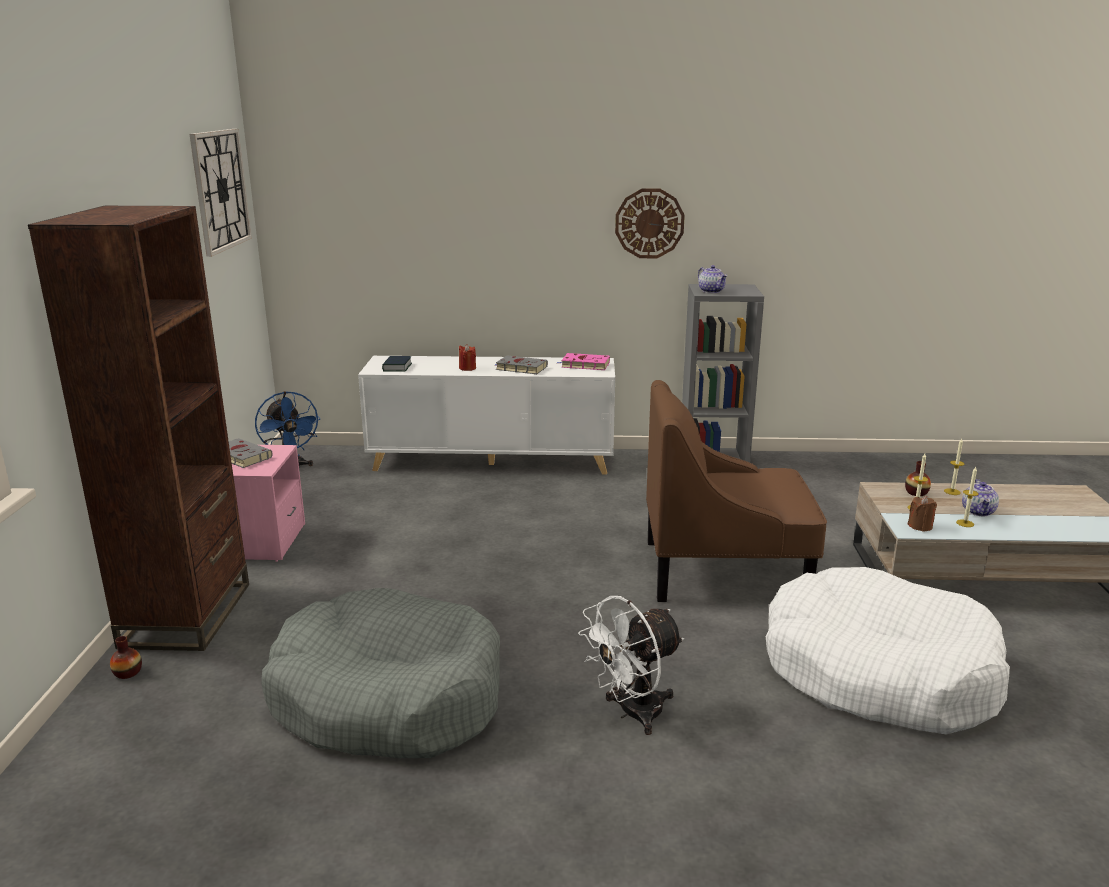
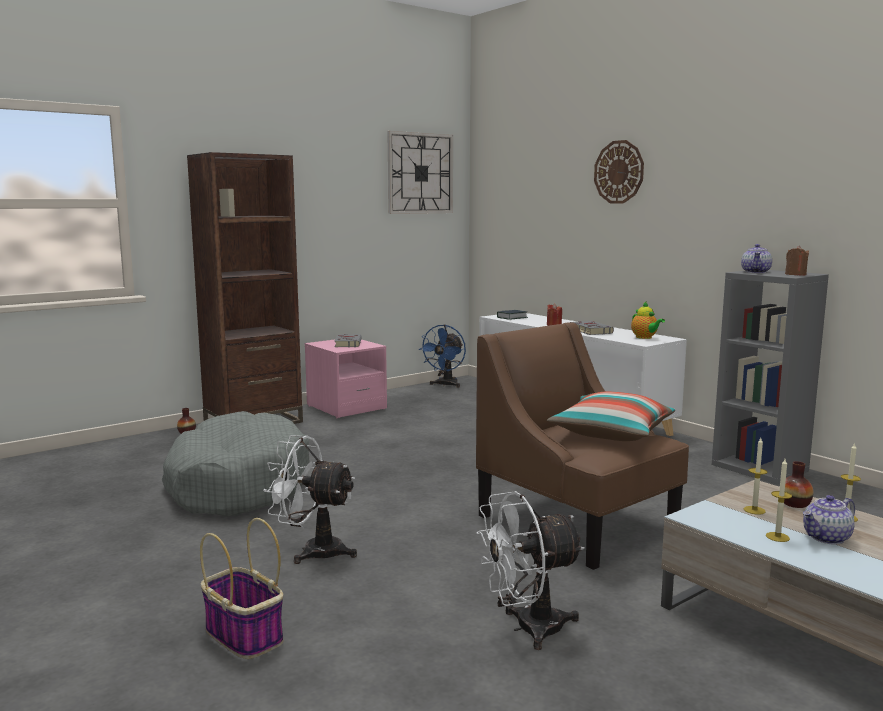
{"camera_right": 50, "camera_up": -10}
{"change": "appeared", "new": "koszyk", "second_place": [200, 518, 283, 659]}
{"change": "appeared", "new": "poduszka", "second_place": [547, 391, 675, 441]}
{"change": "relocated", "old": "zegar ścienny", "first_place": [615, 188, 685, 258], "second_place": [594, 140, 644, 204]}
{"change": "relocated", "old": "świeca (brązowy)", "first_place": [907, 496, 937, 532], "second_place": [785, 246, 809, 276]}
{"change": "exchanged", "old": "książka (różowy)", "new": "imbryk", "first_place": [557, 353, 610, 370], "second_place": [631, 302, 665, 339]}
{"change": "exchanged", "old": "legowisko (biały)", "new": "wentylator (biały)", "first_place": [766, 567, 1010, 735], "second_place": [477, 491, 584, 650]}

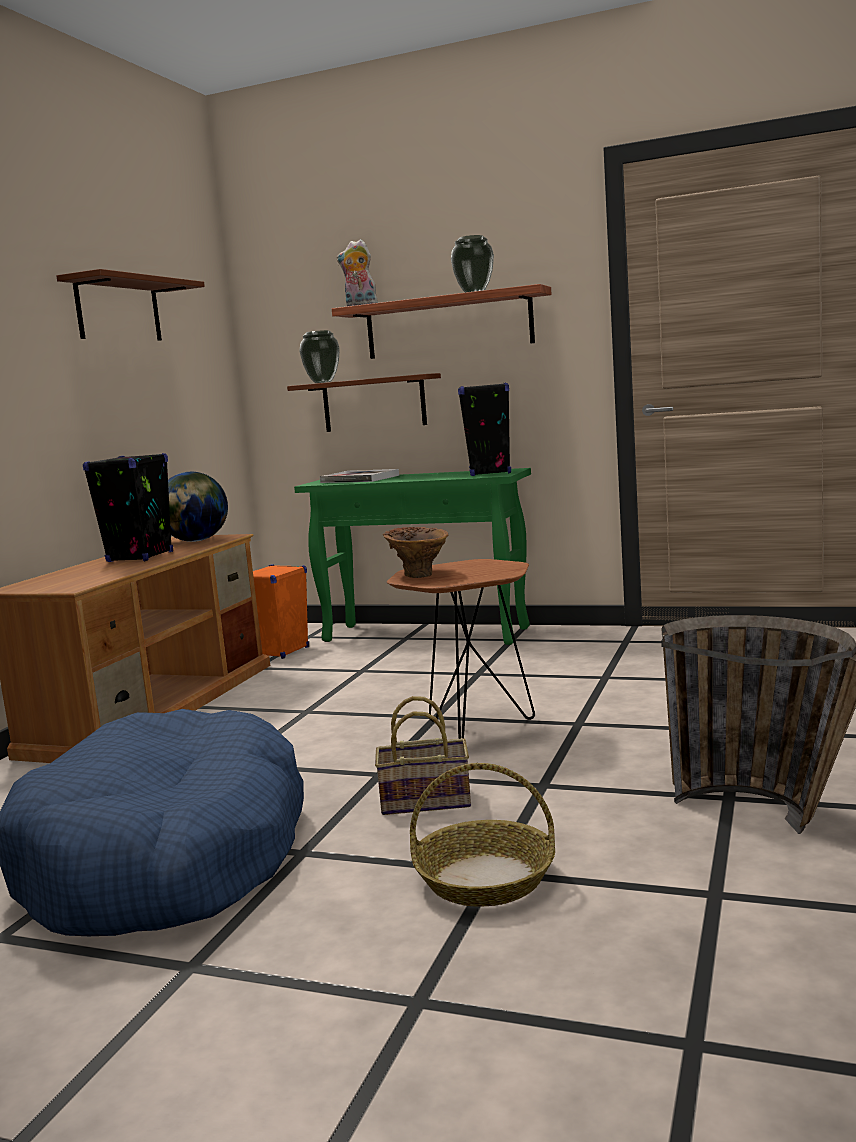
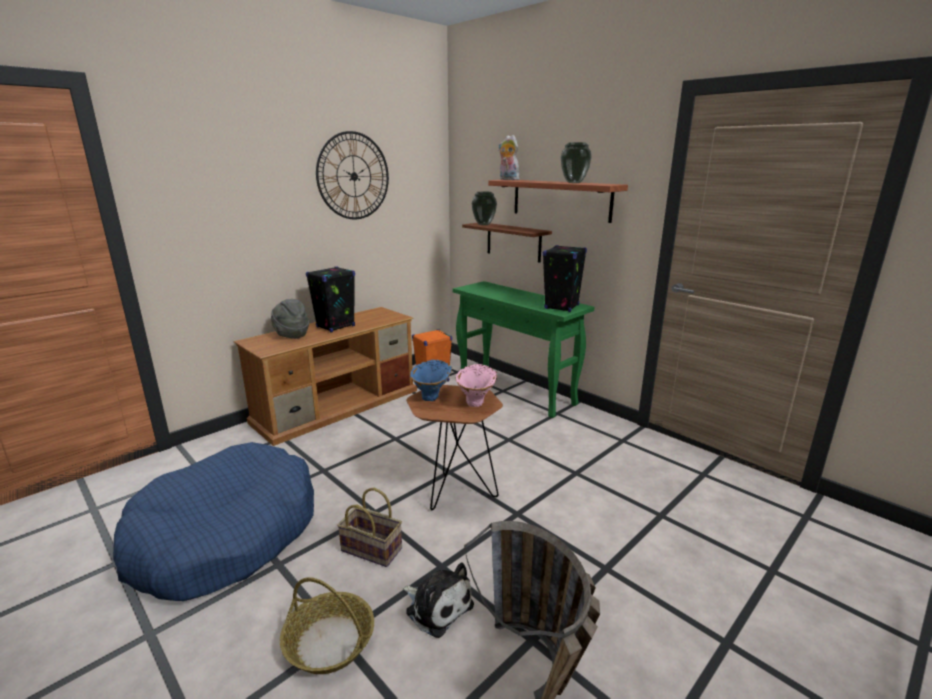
{"camera_right": 25, "camera_up": 10}
{"change": "missing", "old": "globus", "first_place": [168, 472, 228, 542]}
{"change": "missing", "old": "książka", "first_place": [320, 469, 399, 483]}
{"change": "appeared", "new": "kapelusz (szary)", "second_place": [271, 299, 309, 339]}
{"change": "appeared", "new": "pluszak", "second_place": [403, 563, 474, 638]}
{"change": "appeared", "new": "wazon (różowy)", "second_place": [456, 364, 497, 407]}
{"change": "exchanged", "old": "półka (brązowy)", "new": "zegar ścienny", "first_place": [56, 269, 205, 341], "second_place": [316, 131, 389, 220]}
{"change": "colour", "old": "wazon (brązowy)", "new": "wazon (niebieski)", "first_place": [383, 527, 448, 578], "second_place": [410, 360, 452, 401]}

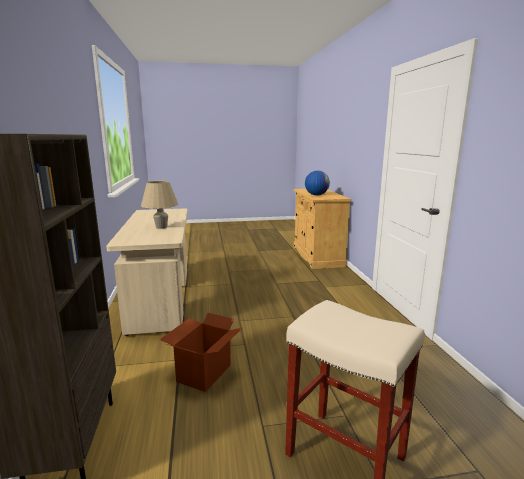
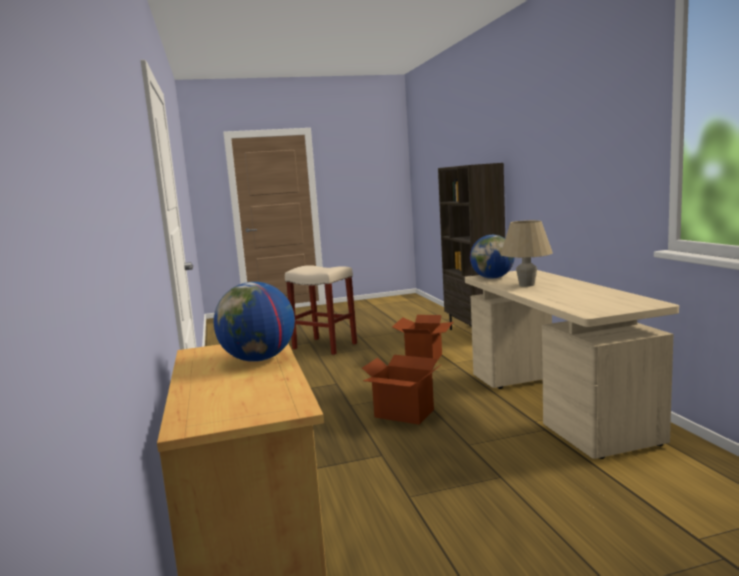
{"camera_right": 175, "camera_up": -5}
{"change": "appeared", "new": "karton", "second_place": [362, 355, 442, 425]}
{"change": "appeared", "new": "globus", "second_place": [470, 235, 515, 279]}

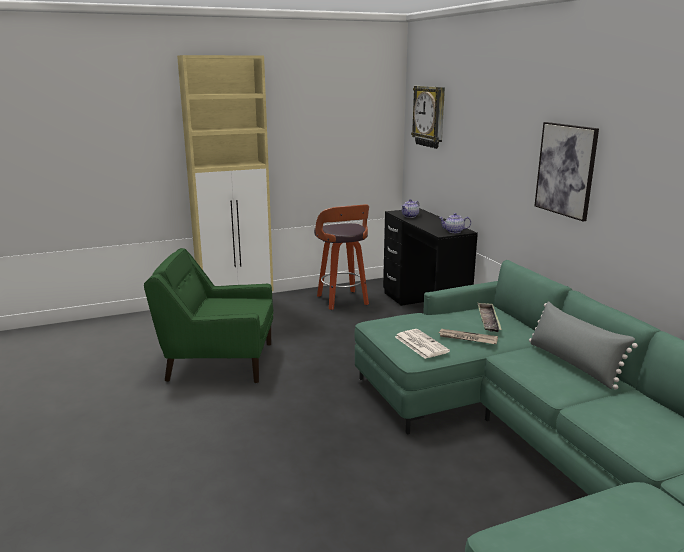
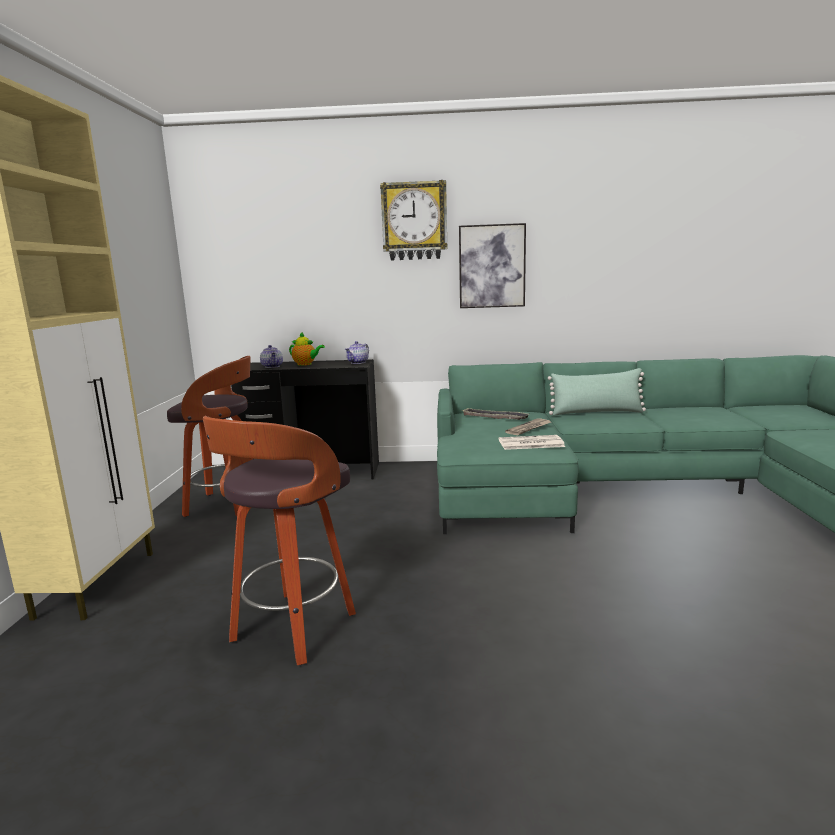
{"camera_right": -65, "camera_up": -5}
{"change": "appeared", "new": "imbryk", "second_place": [289, 332, 325, 366]}
{"change": "relocated", "old": "zegar ścienny", "first_place": [411, 86, 445, 149], "second_place": [380, 180, 447, 260]}
{"change": "exchanged", "old": "fotel (zielony)", "new": "stołek", "first_place": [144, 248, 274, 383], "second_place": [203, 416, 356, 665]}
{"change": "colour", "old": "poduszka (szary)", "new": "poduszka (zielony)", "first_place": [529, 301, 638, 389], "second_place": [548, 368, 646, 415]}

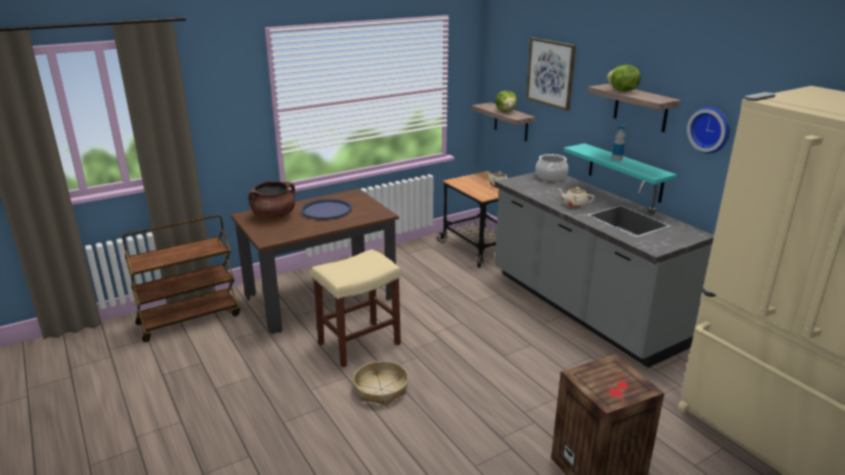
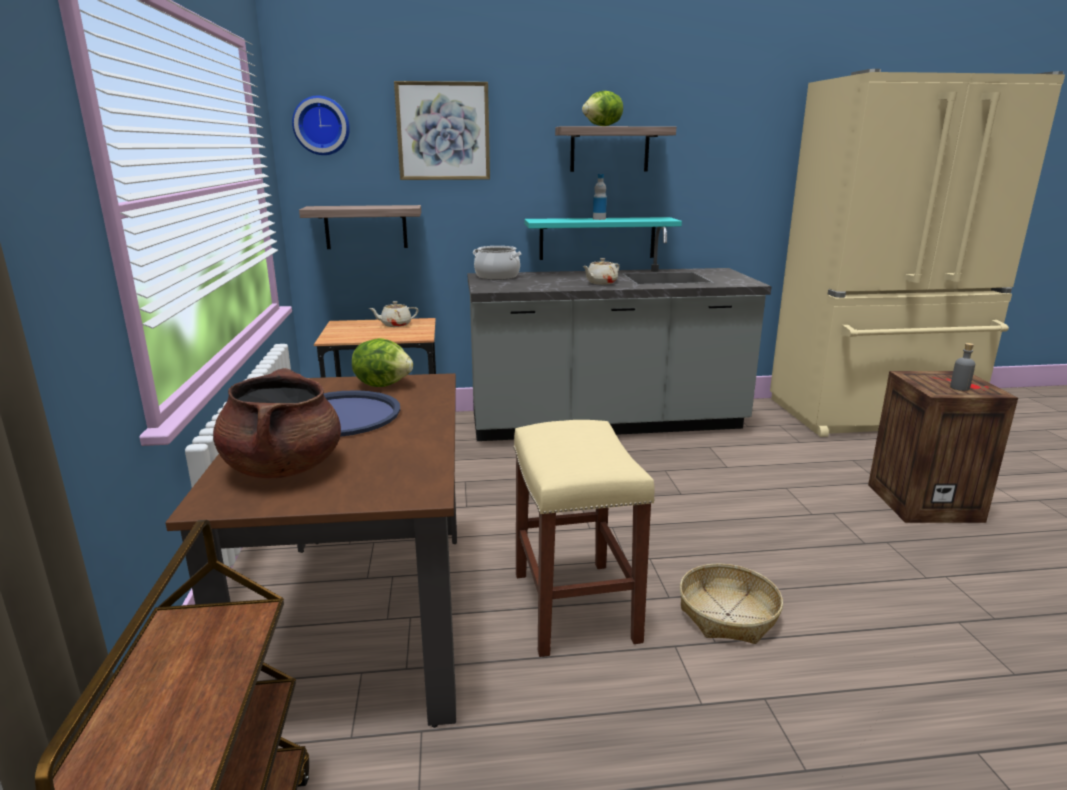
{"camera_right": -65, "camera_up": -5}
{"change": "appeared", "new": "butelka (szary)", "second_place": [950, 343, 975, 391]}
{"change": "relocated", "old": "sałata", "first_place": [495, 91, 518, 112], "second_place": [352, 338, 413, 387]}
{"change": "relocated", "old": "zegar ścienny", "first_place": [687, 106, 730, 153], "second_place": [292, 96, 350, 155]}

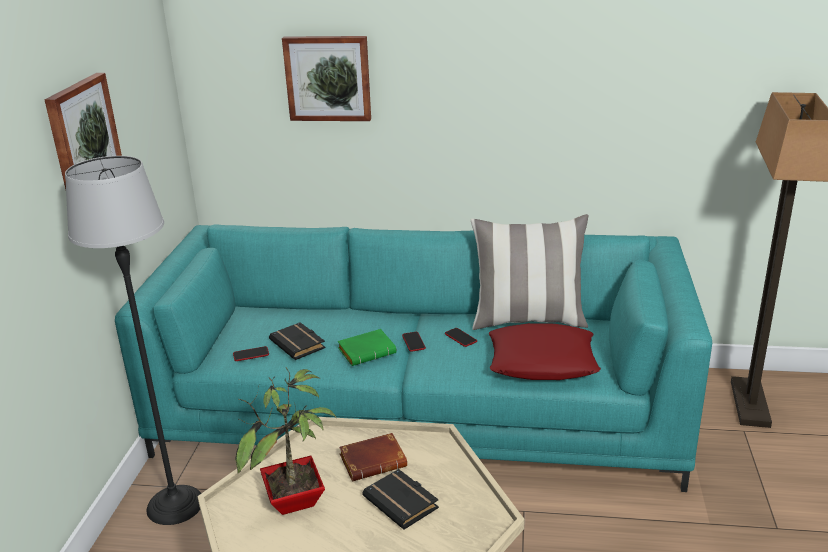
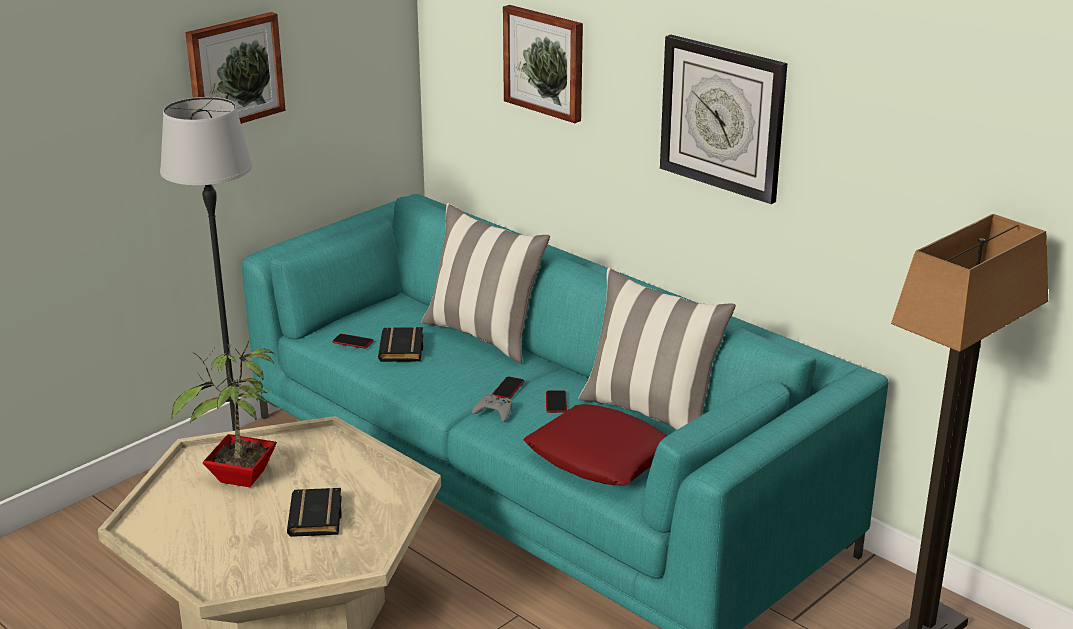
{"camera_right": 35, "camera_up": 0}
{"change": "missing", "old": "książka (zielony)", "first_place": [338, 329, 397, 366]}
{"change": "missing", "old": "książka (brązowy)", "first_place": [339, 433, 407, 481]}
{"change": "appeared", "new": "poduszka", "second_place": [421, 203, 550, 363]}
{"change": "appeared", "new": "pad do gier (szary)", "second_place": [472, 393, 512, 422]}
{"change": "appeared", "new": "zegar ścienny", "second_place": [660, 35, 787, 204]}

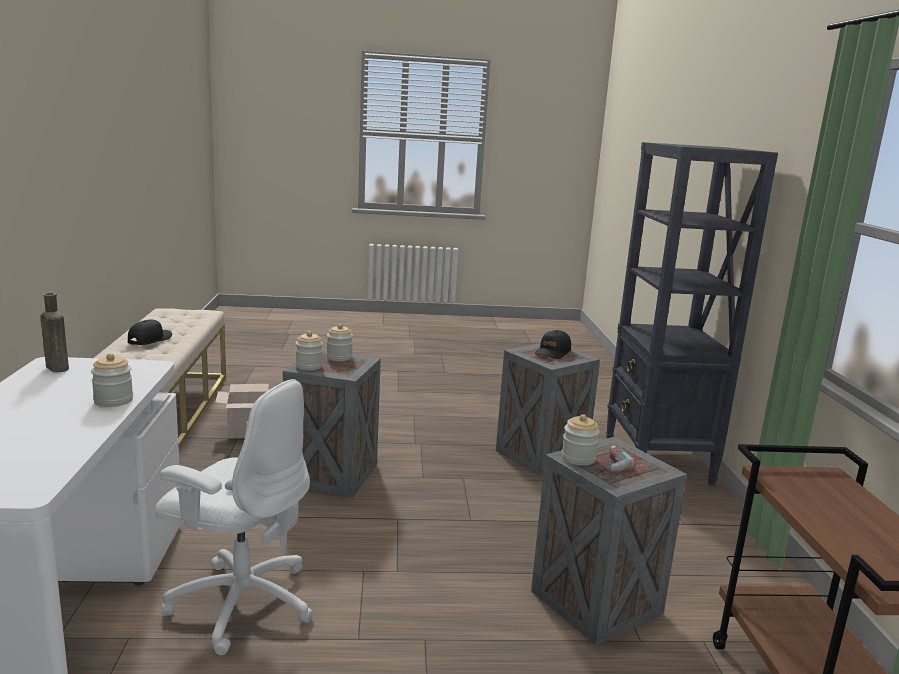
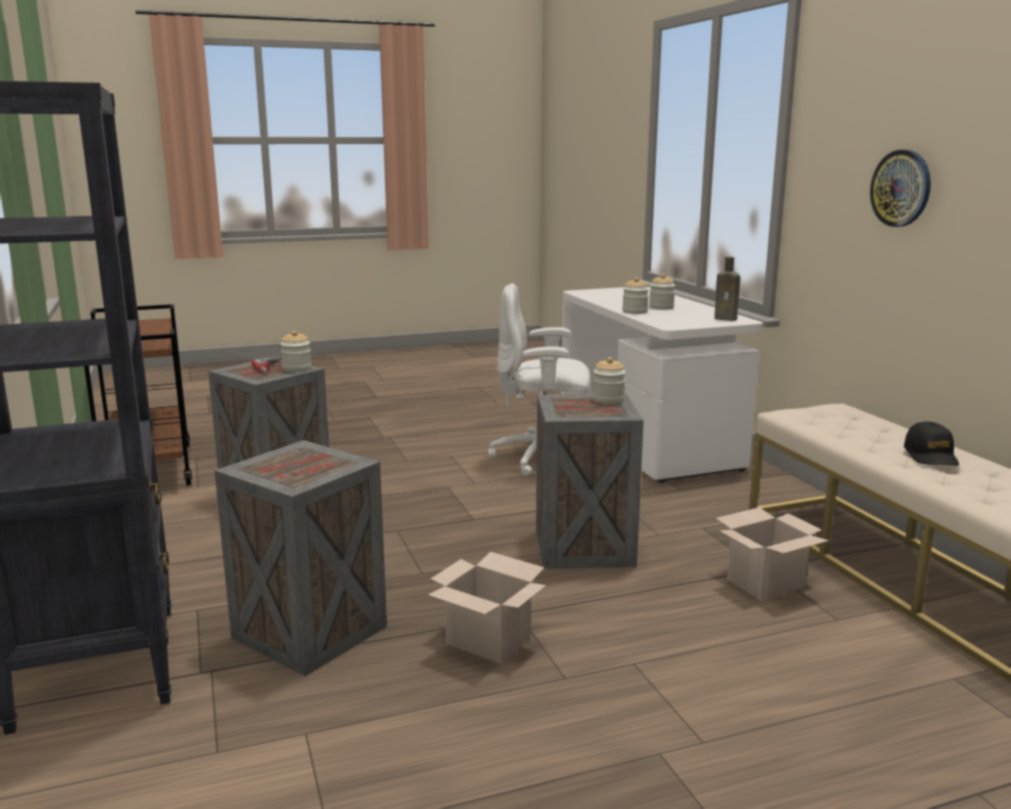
{"camera_right": 165, "camera_up": 0}
{"change": "missing", "old": "czapka z daszkiem (czarny)", "first_place": [535, 330, 571, 359]}
{"change": "appeared", "new": "karton", "second_place": [428, 552, 546, 663]}
{"change": "appeared", "new": "zegar ścienny", "second_place": [870, 150, 931, 227]}
{"change": "relocated", "old": "słoik", "first_place": [327, 324, 353, 361], "second_place": [649, 274, 675, 310]}

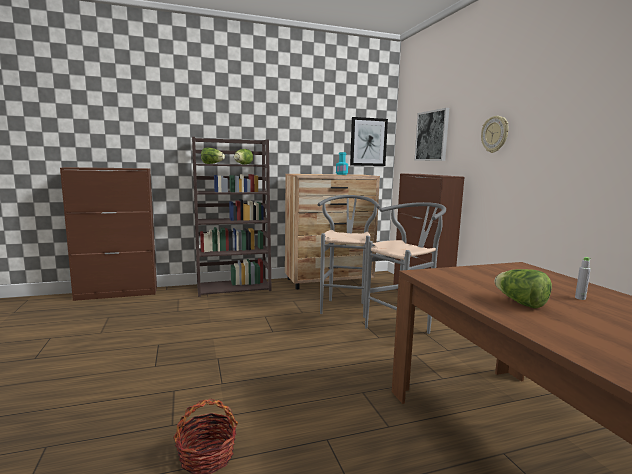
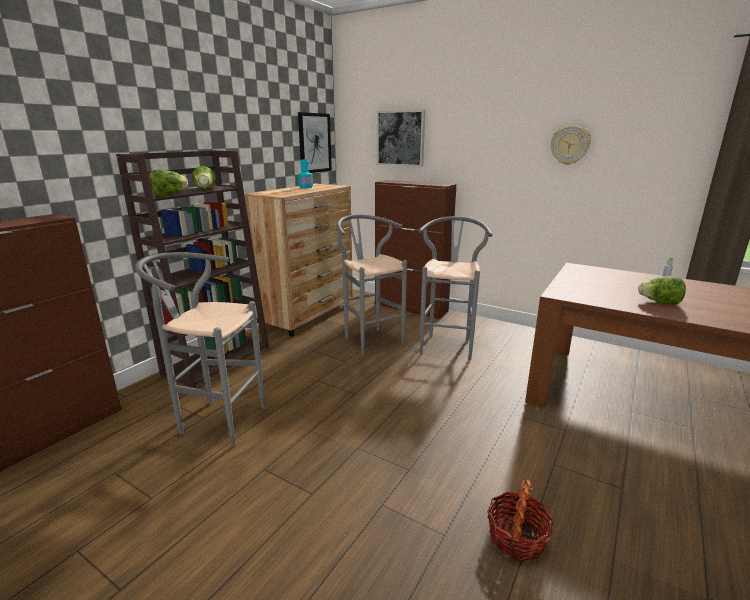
{"camera_right": -40, "camera_up": 10}
{"change": "appeared", "new": "stołek (szary)", "second_place": [135, 252, 265, 446]}
{"change": "relocated", "old": "zegar ścienny", "first_place": [481, 116, 509, 153], "second_place": [551, 125, 591, 165]}

